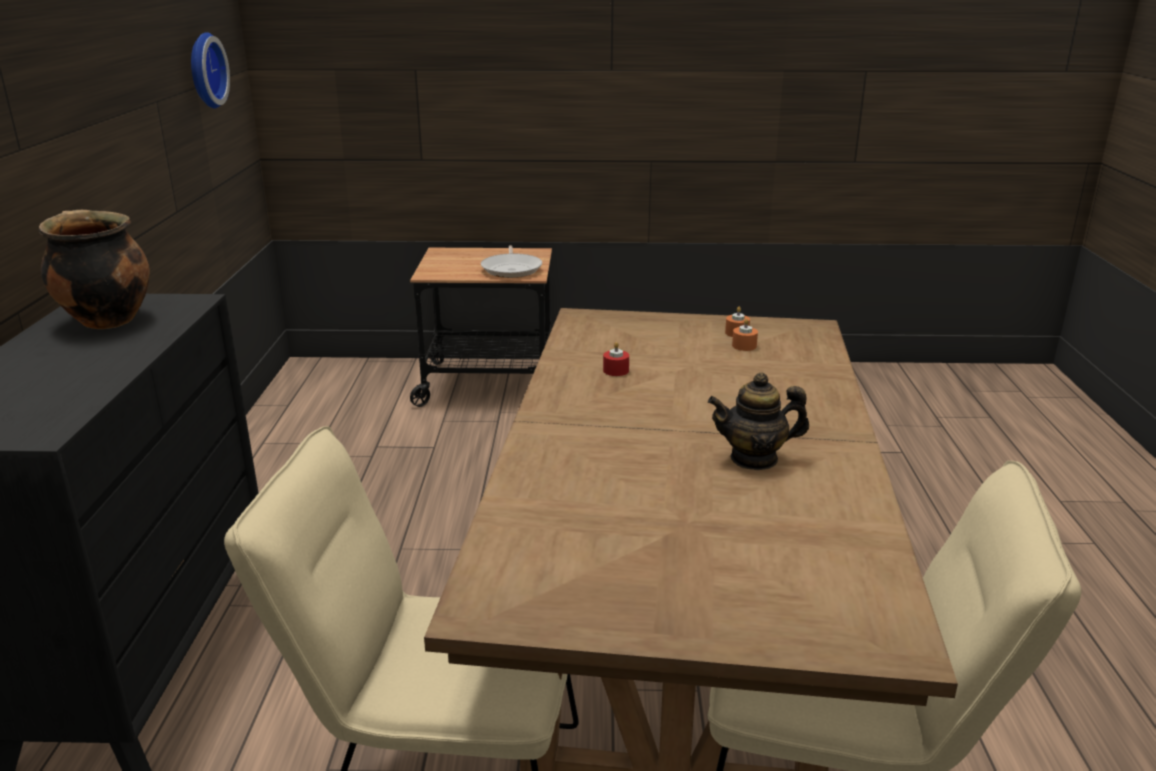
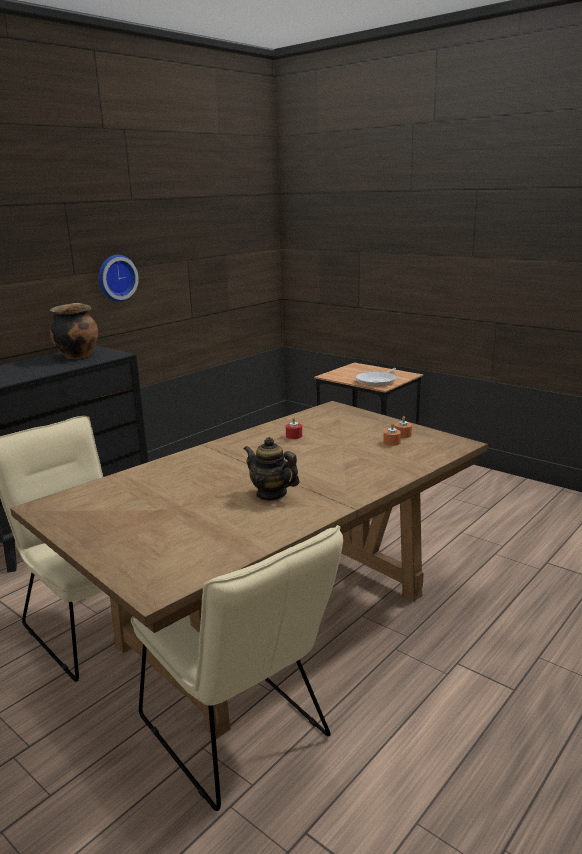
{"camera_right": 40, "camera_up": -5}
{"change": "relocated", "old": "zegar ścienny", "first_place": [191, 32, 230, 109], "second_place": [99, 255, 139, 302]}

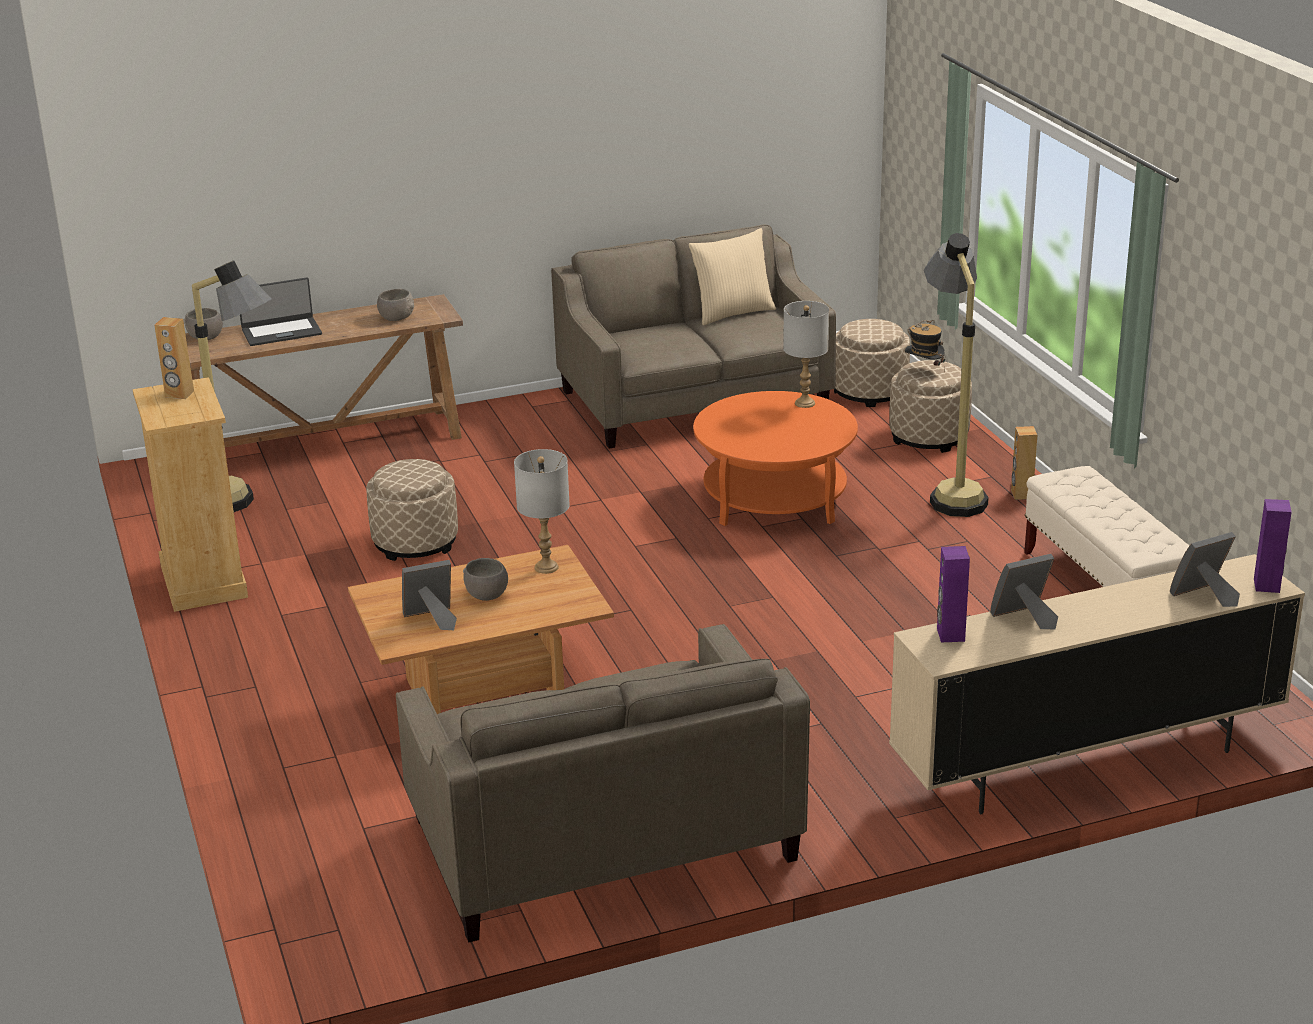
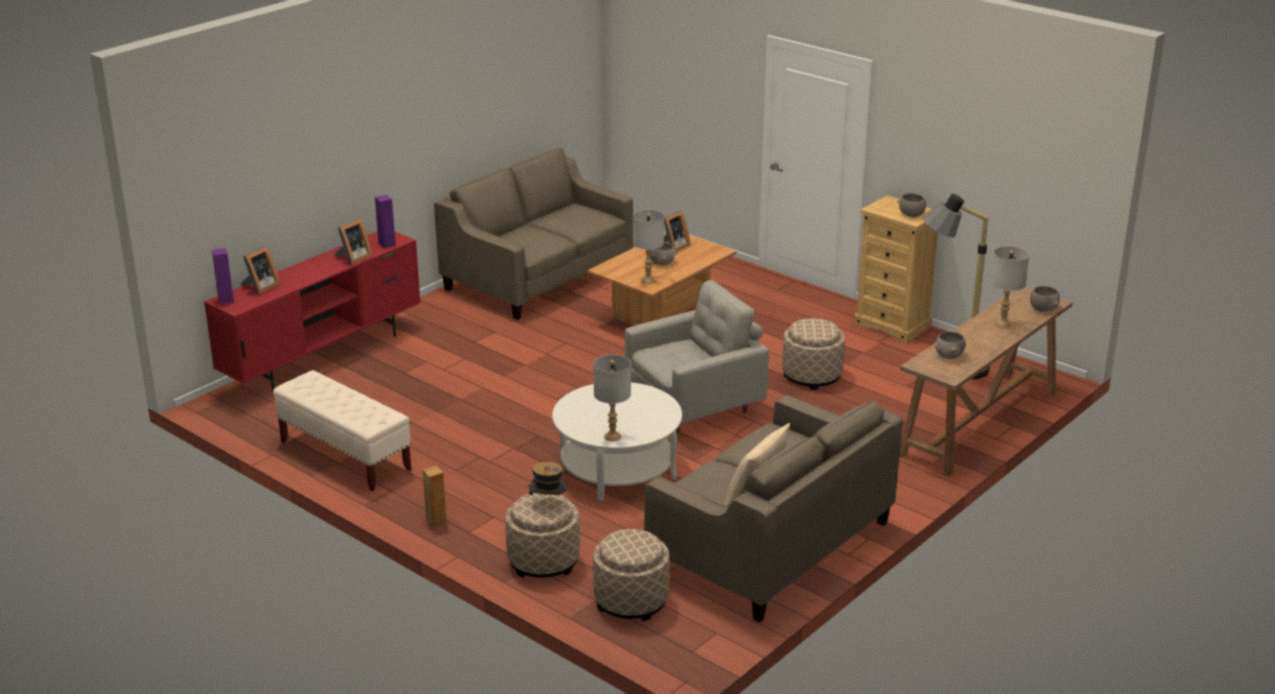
{"camera_right": 150, "camera_up": 0}
{"change": "missing", "old": "lampa stojąca", "first_place": [924, 233, 989, 517]}
{"change": "appeared", "new": "fotel (szary)", "second_place": [625, 280, 769, 433]}
{"change": "exchanged", "old": "głośnik (brązowy)", "new": "miska (szary)", "first_place": [154, 317, 194, 399], "second_place": [898, 193, 926, 217]}
{"change": "exchanged", "old": "laptop", "new": "lampa stołowa (szary)", "first_place": [240, 277, 322, 346], "second_place": [991, 246, 1029, 328]}
{"change": "colour", "old": "ława (pomarańczowy)", "new": "ława (biały)", "first_place": [693, 391, 858, 526], "second_place": [552, 382, 682, 501]}
{"change": "colour", "old": "szafka pod telewizor (beżowy)", "new": "szafka pod telewizor (czerwony)", "first_place": [889, 554, 1305, 814], "second_place": [204, 231, 421, 393]}

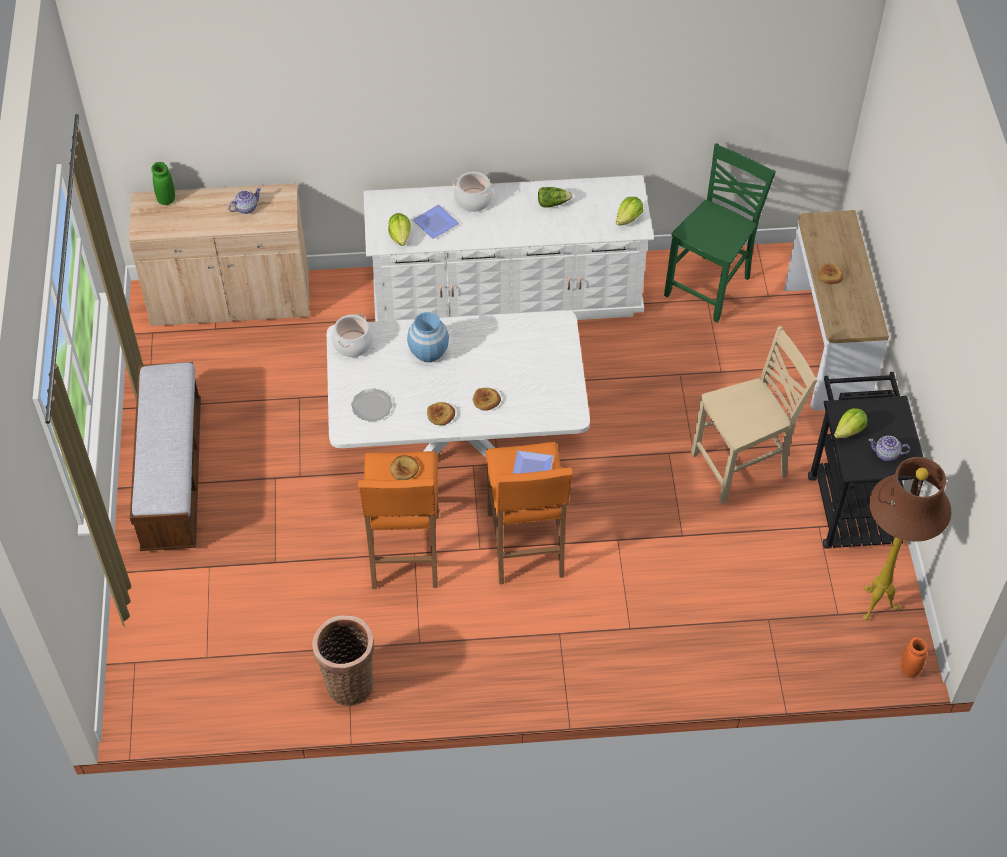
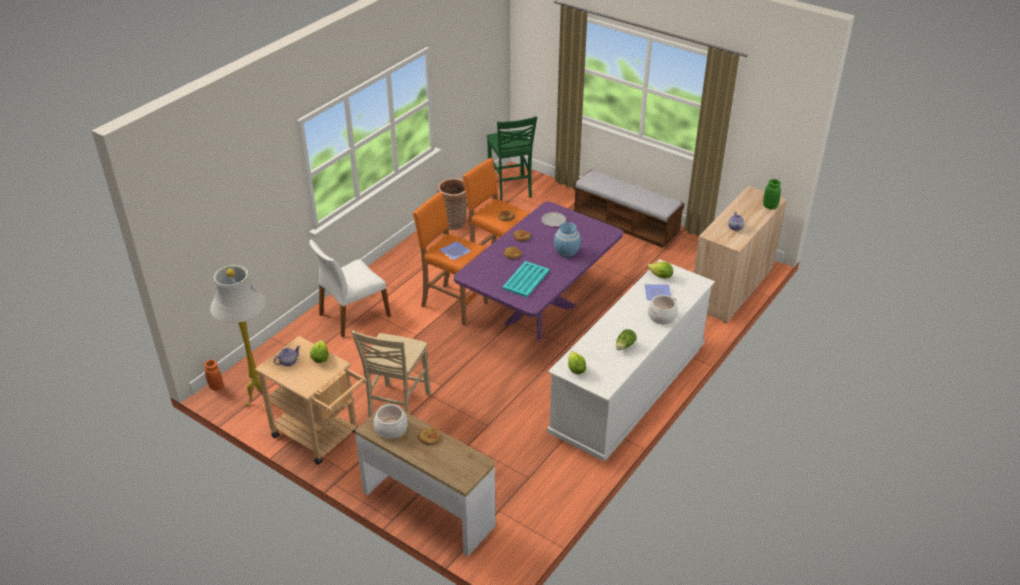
{"camera_right": 130, "camera_up": -15}
{"change": "appeared", "new": "krzesło (biały)", "second_place": [309, 239, 391, 338]}
{"change": "appeared", "new": "taca (turkusowy)", "second_place": [502, 261, 549, 297]}
{"change": "relocated", "old": "garnek", "first_place": [331, 314, 373, 357], "second_place": [374, 404, 408, 439]}
{"change": "relocated", "old": "krzesło (zielony)", "first_place": [664, 143, 776, 322], "second_place": [486, 116, 537, 201]}
{"change": "colour", "old": "stół jadalny (biały)", "new": "stół jadalny (fioletowy)", "first_place": [327, 310, 590, 457], "second_place": [454, 202, 623, 340]}
{"change": "colour", "old": "wózek (czarny)", "new": "wózek (beżowy)", "first_place": [808, 372, 924, 549], "second_place": [255, 336, 367, 465]}
{"change": "colour", "old": "lampa stojąca (brązowy)", "new": "lampa stojąca (biały)", "first_place": [863, 457, 951, 620], "second_place": [210, 265, 266, 406]}

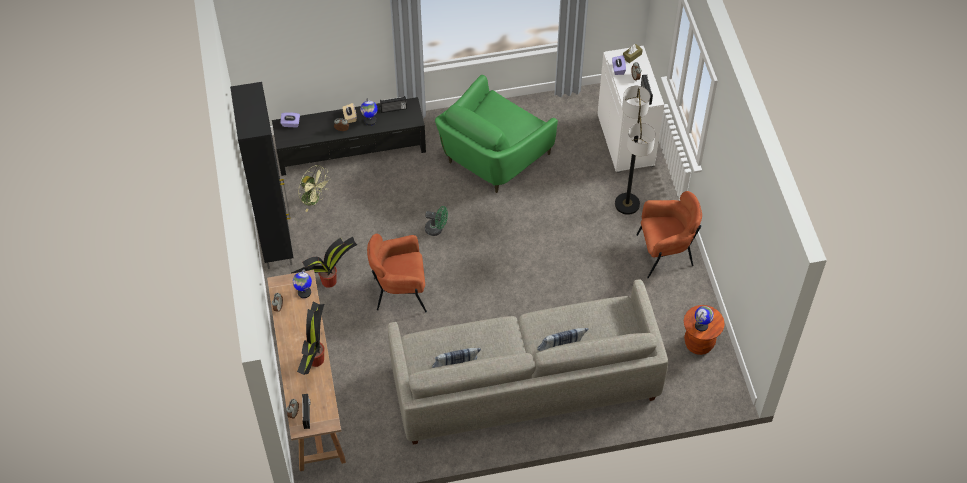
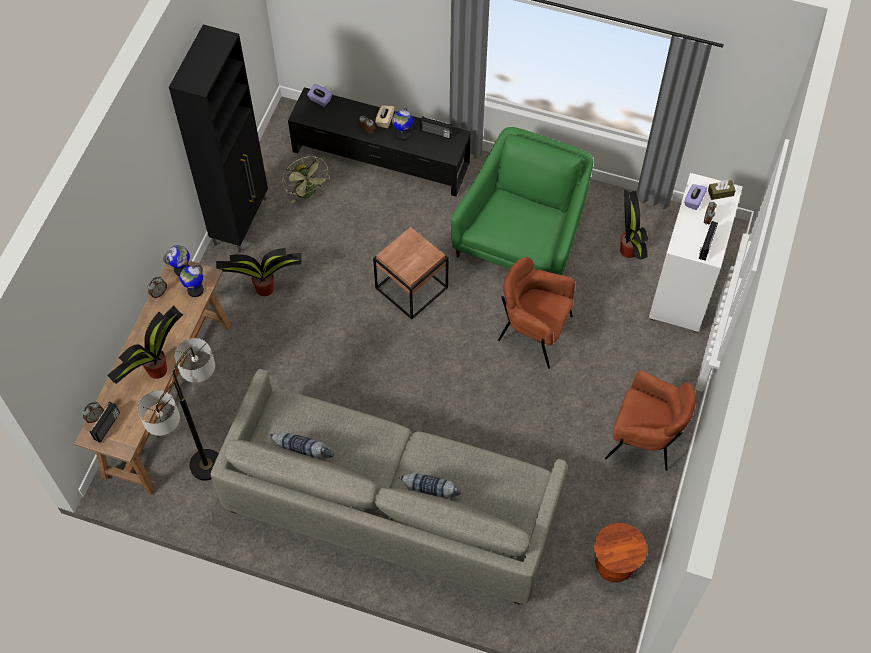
{"camera_right": 30, "camera_up": 5}
{"change": "appeared", "new": "roślina doniczkowa", "second_place": [620, 189, 648, 260]}
{"change": "relocated", "old": "fotel (brązowy)", "first_place": [367, 234, 427, 312], "second_place": [498, 257, 575, 369]}
{"change": "relocated", "old": "lampa stojąca", "first_place": [615, 86, 656, 215], "second_place": [138, 338, 219, 481]}
{"change": "relocated", "old": "globus", "first_place": [695, 306, 714, 332], "second_place": [163, 245, 190, 276]}
{"change": "exchanged", "old": "wentylator (zielony)", "new": "stolik (brązowy)", "first_place": [425, 206, 448, 236], "second_place": [373, 227, 449, 319]}
{"change": "spun", "old": "fotel (zielony)", "first_place": [435, 75, 558, 193], "second_place": [451, 127, 593, 275], "degrees": 135}

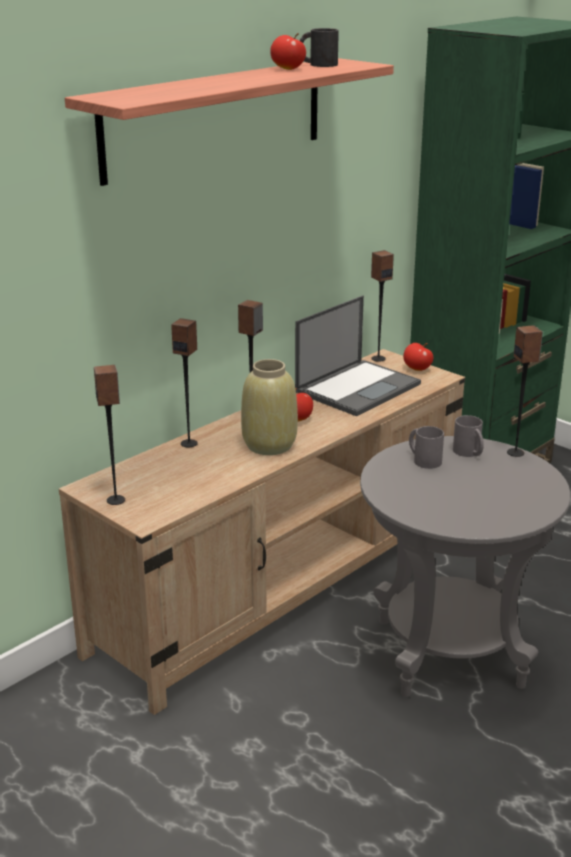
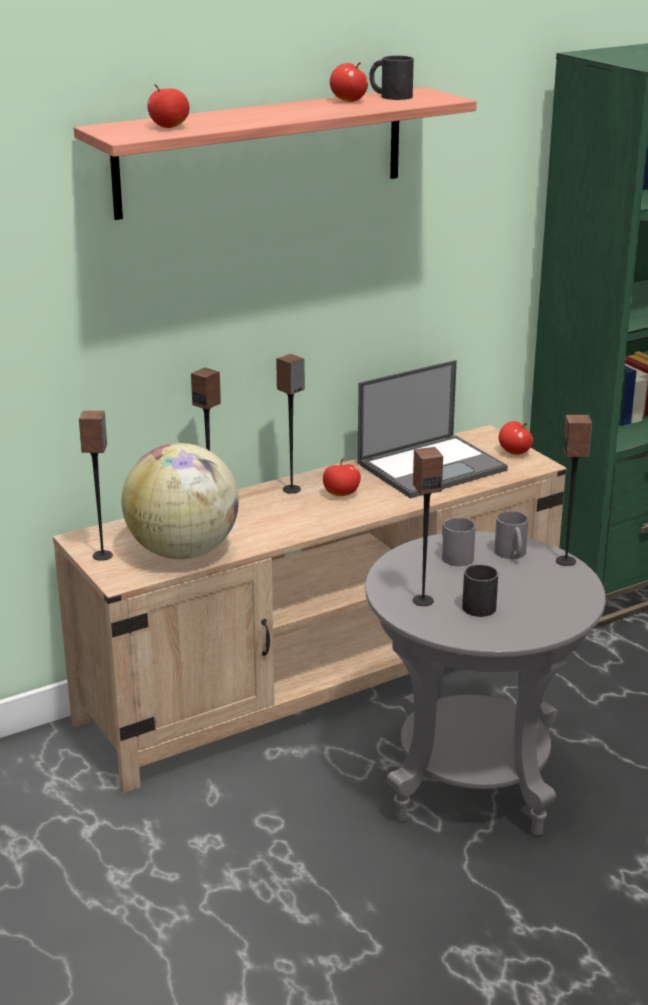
{"camera_right": 15, "camera_up": 0}
{"change": "missing", "old": "wazon (beżowy)", "first_place": [241, 359, 298, 455]}
{"change": "appeared", "new": "globus", "second_place": [122, 443, 239, 559]}
{"change": "appeared", "new": "jabłko", "second_place": [147, 84, 190, 128]}
{"change": "appeared", "new": "kubek (czarny)", "second_place": [462, 564, 498, 617]}
{"change": "relocated", "old": "głośnik", "first_place": [371, 250, 394, 362], "second_place": [413, 447, 443, 606]}

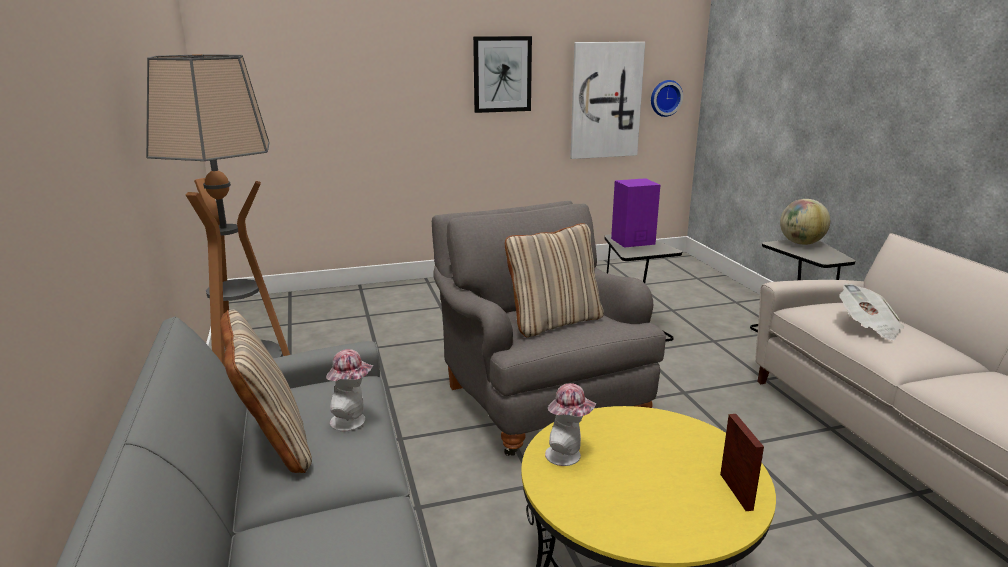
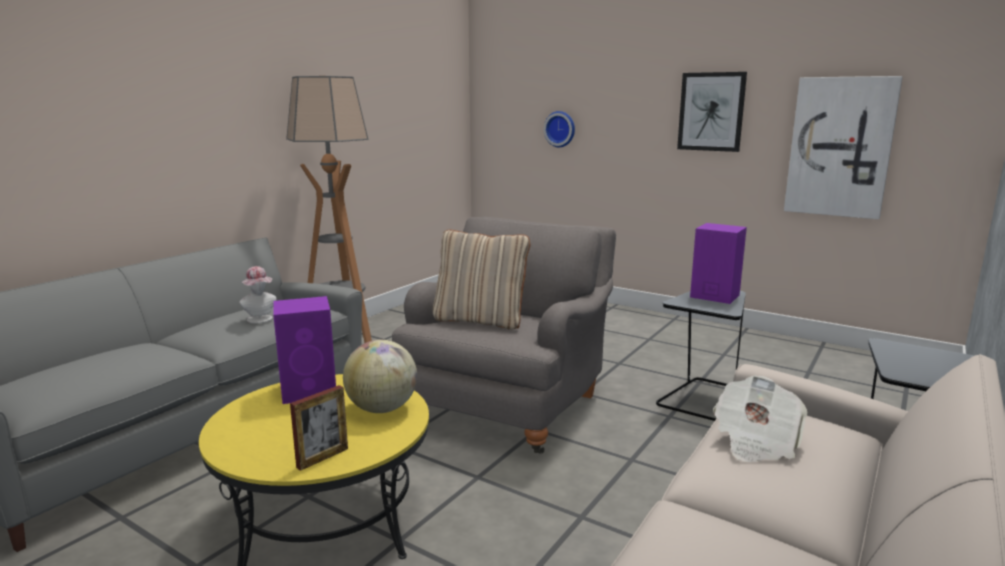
{"camera_right": 50, "camera_up": -5}
{"change": "missing", "old": "poduszka (beżowy)", "first_place": [220, 310, 312, 473]}
{"change": "relocated", "old": "zegar ścienny", "first_place": [651, 80, 683, 117], "second_place": [544, 111, 575, 147]}
{"change": "relocated", "old": "globus", "first_place": [780, 199, 830, 245], "second_place": [343, 340, 417, 413]}
{"change": "exchanged", "old": "kapelusz", "new": "głośnik (fioletowy)", "first_place": [545, 383, 597, 466], "second_place": [273, 296, 336, 404]}

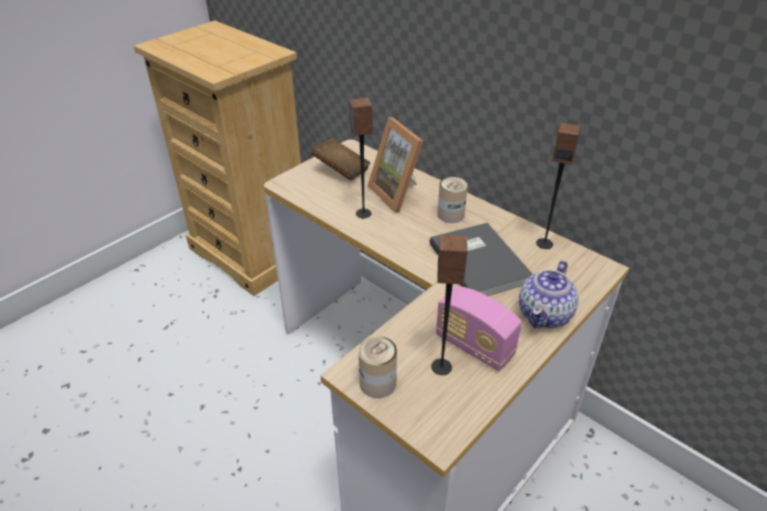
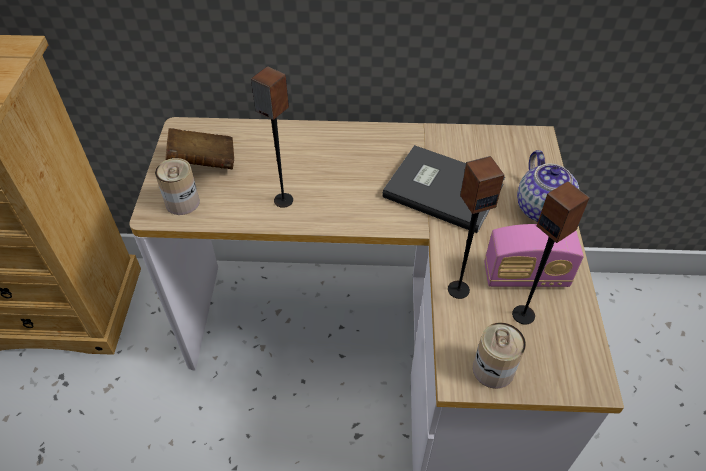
{"camera_right": -40, "camera_up": 10}
{"change": "missing", "old": "ramka na zdjęcie", "first_place": [368, 117, 423, 212]}
{"change": "relocated", "old": "puszka", "first_place": [437, 177, 468, 223], "second_place": [155, 158, 200, 215]}
{"change": "relocated", "old": "głośnik", "first_place": [536, 123, 581, 249], "second_place": [448, 156, 504, 299]}

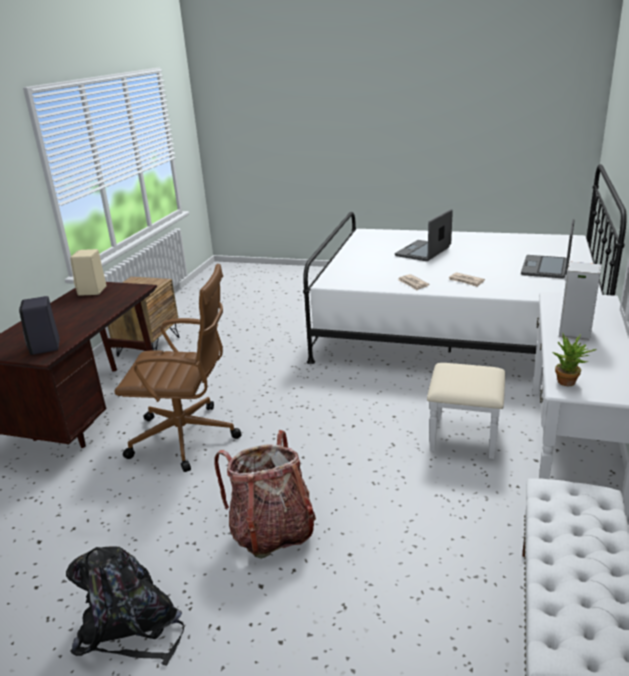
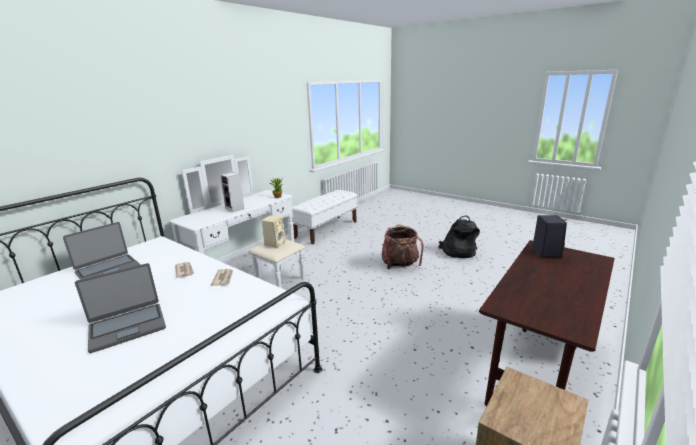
{"camera_right": -160, "camera_up": -5}
{"change": "missing", "old": "krzesło biurowe (brązowy)", "first_place": [114, 264, 241, 472]}
{"change": "relocated", "old": "głośnik (beżowy)", "first_place": [70, 249, 107, 296], "second_place": [262, 215, 285, 248]}

